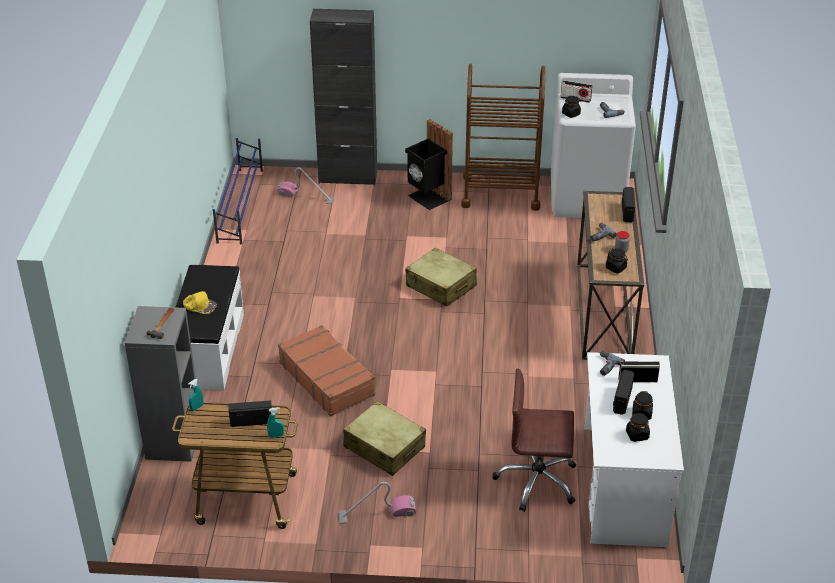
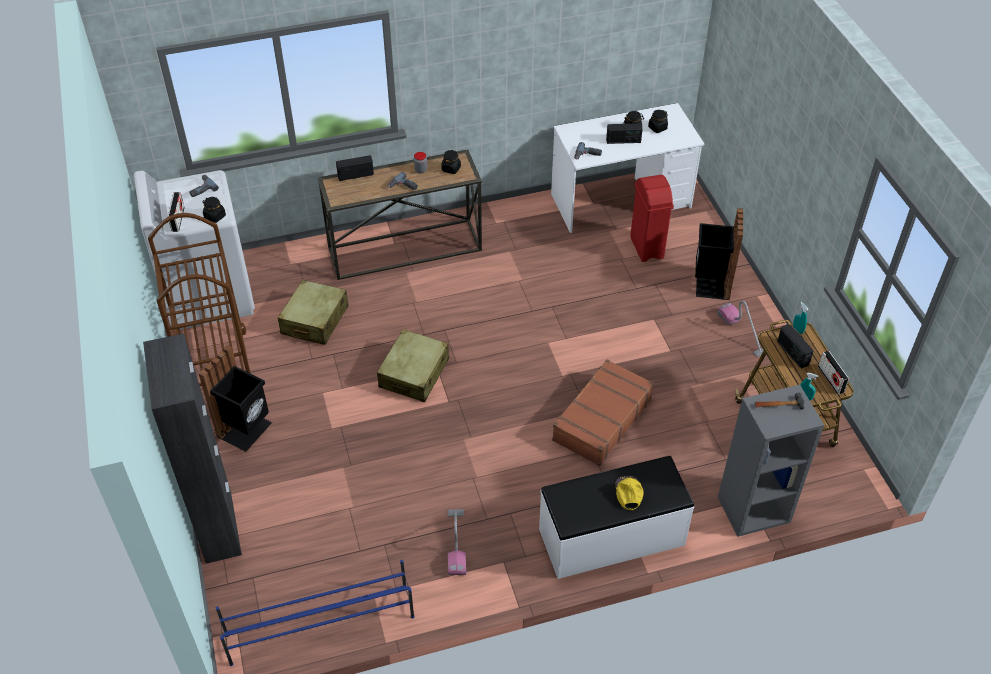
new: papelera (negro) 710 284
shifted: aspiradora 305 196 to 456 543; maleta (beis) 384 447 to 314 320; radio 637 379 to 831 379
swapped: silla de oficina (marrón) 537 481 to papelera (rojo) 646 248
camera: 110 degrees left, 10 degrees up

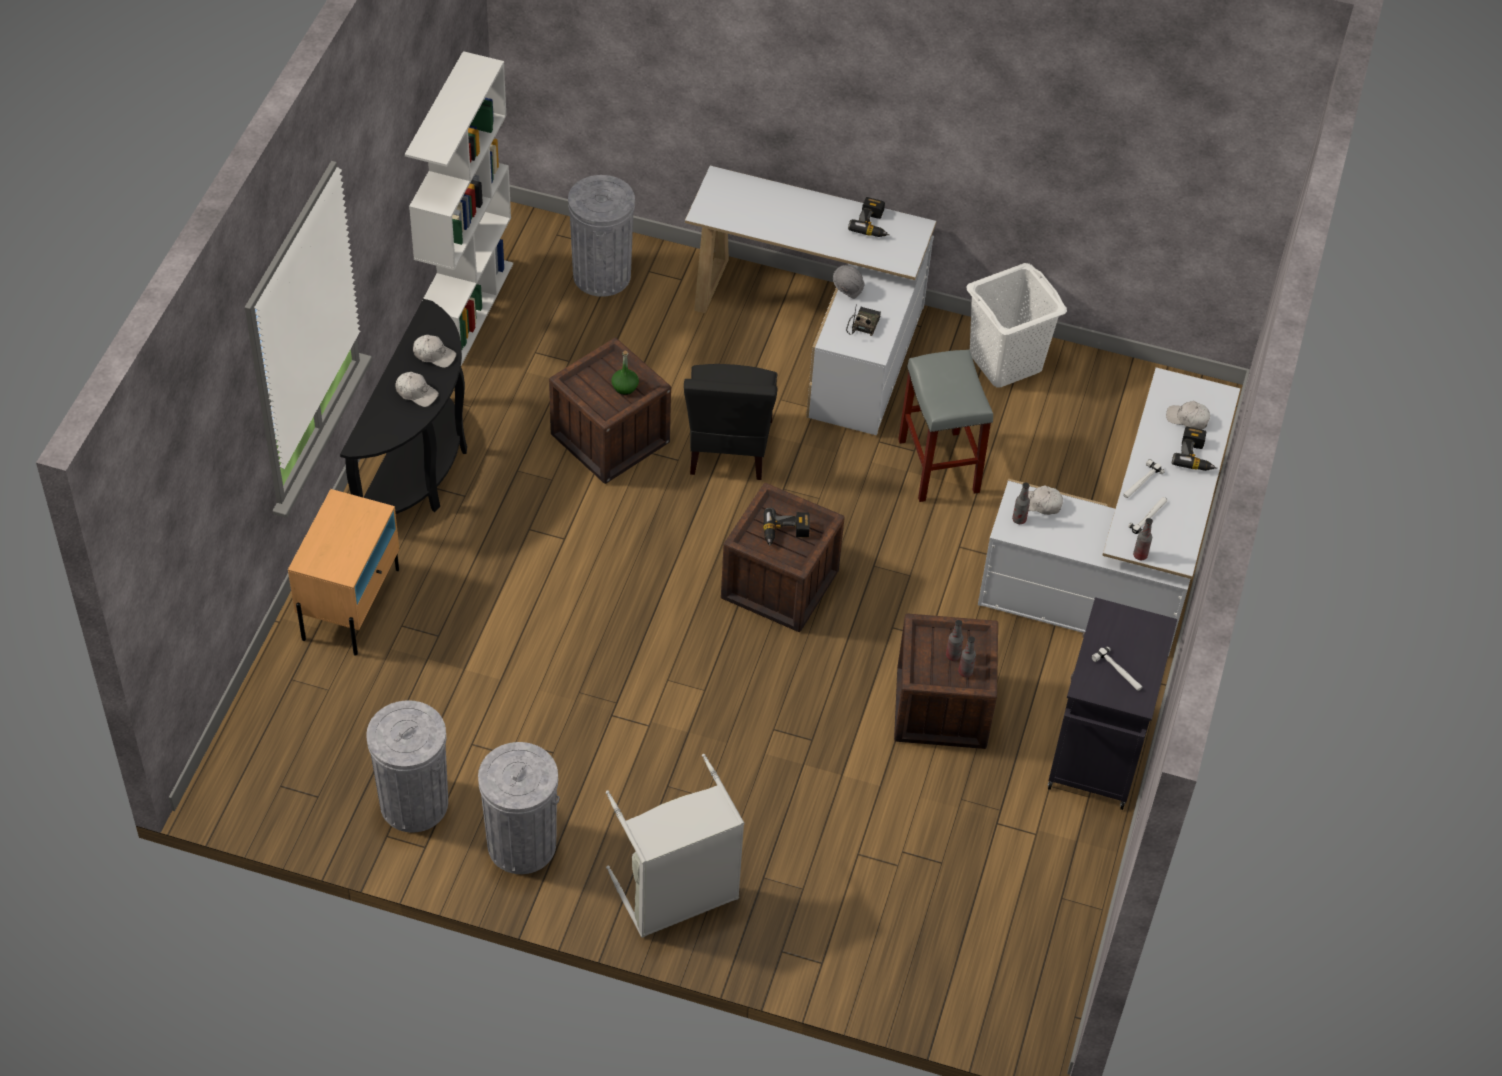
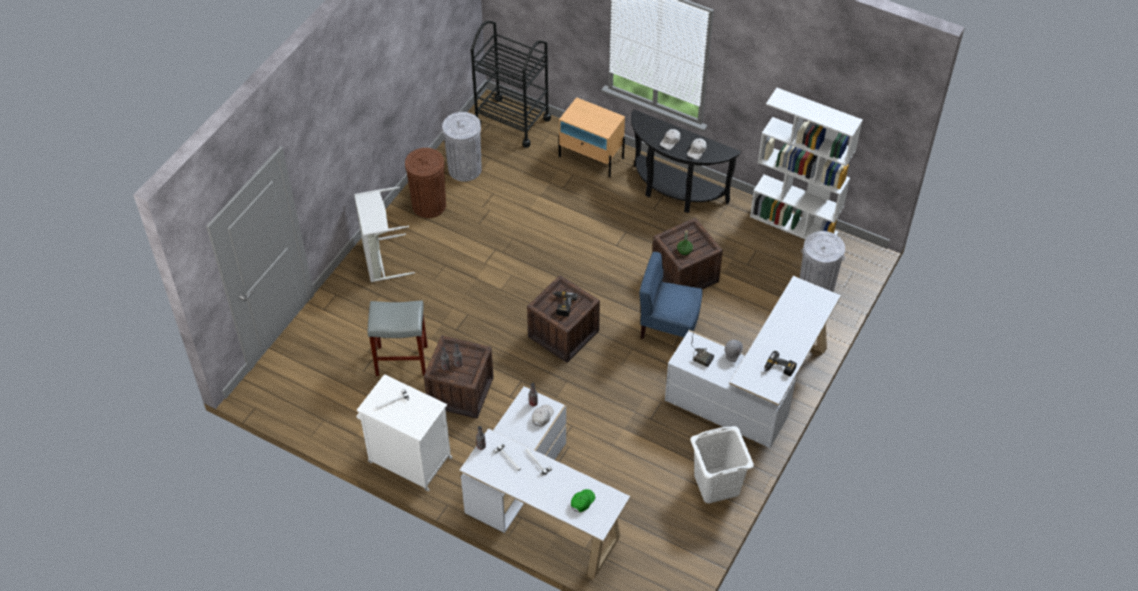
gone: taladro 1195 456
new: carrito (negro) 512 122
shifted: taburete (gris) 937 465 to 402 360
repainted: papelera (gris) 521 844 to papelera (marrón) 429 205; silla (negro) 728 447 to silla (azul) 668 328; armario (negro) 1097 754 to armario (blanco) 408 459; gorra (blanco) 1187 419 to gorra (verde) 582 502
camera: 105 degrees right, 0 degrees up

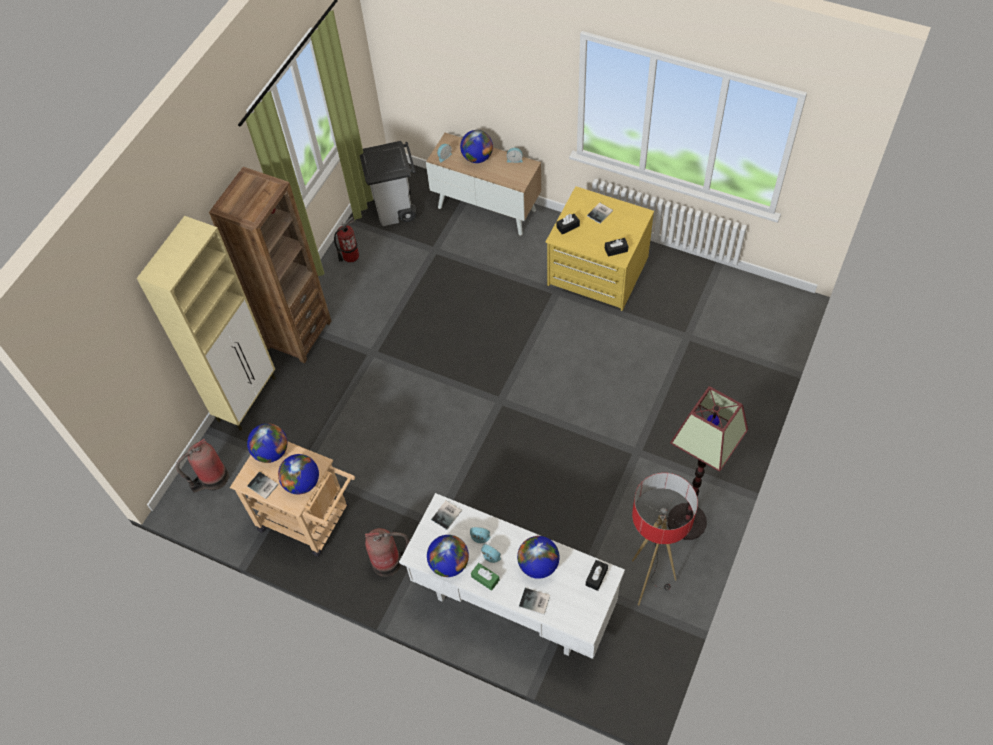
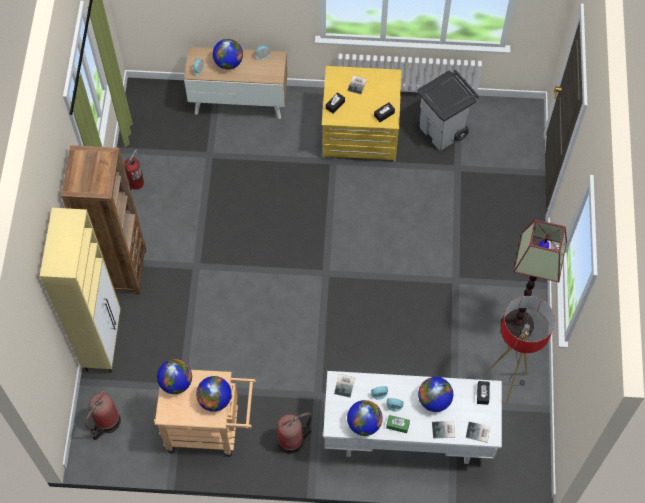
shifted: libro 263 486 to 478 433; papelera (gris) 396 209 to 443 131
camera: 25 degrees left, 5 degrees up

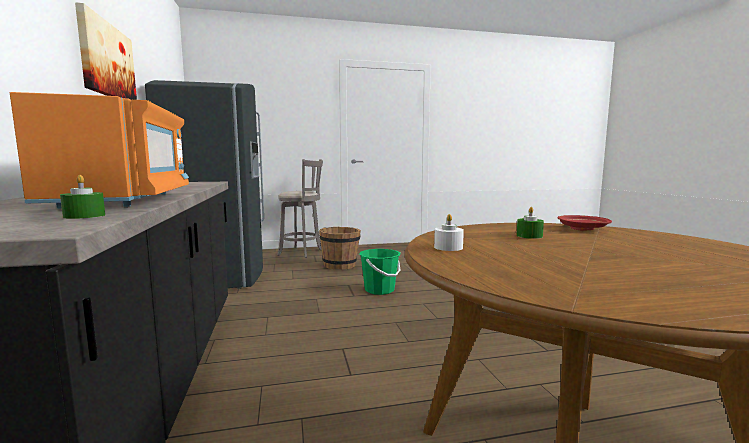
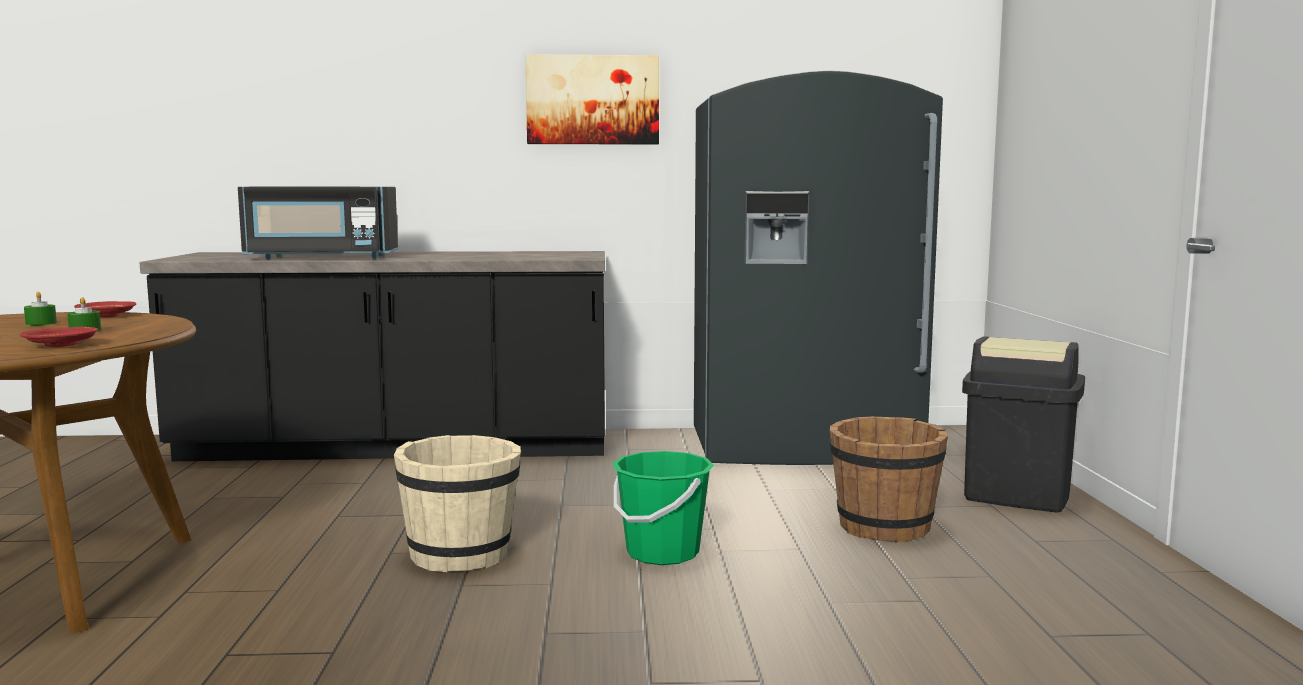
new: cubo (beis) 461 555
shifted: vela (verde) 84 216 to 41 323
swapped: taburete (gris) 302 252 to papelera (negro) 1017 495; vela (blanco) 448 247 to plato (rojo) 106 316
repainted: microondas (naranja) 126 200 to microondas (negro) 321 257
camera: 100 degrees right, 0 degrees up

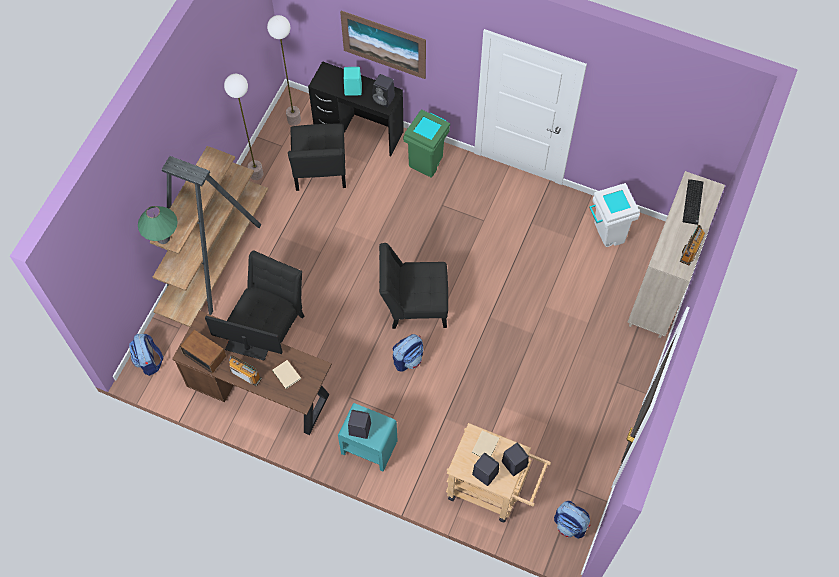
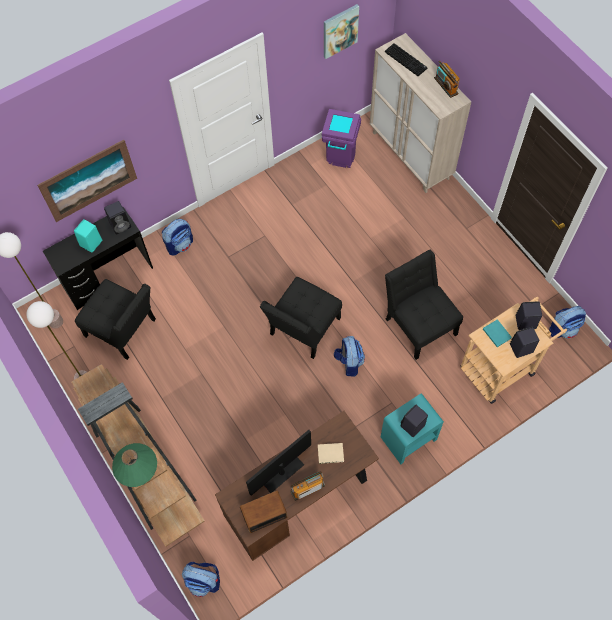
new: cuadro 340 31
shifted: silla (negro) 271 324 to 419 323
swapped: papelera (verde) 427 162 to mochila 180 244
repainted: libro (beis) 486 445 to libro (turquesa) 496 333; papelera (blanco) 605 235 to papelera (morado) 340 162
camera: 55 degrees left, 0 degrees up

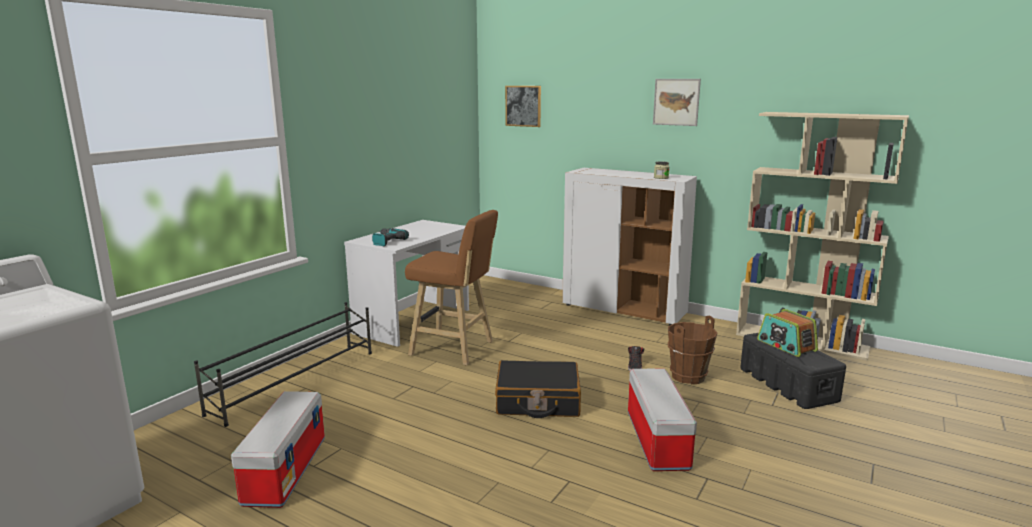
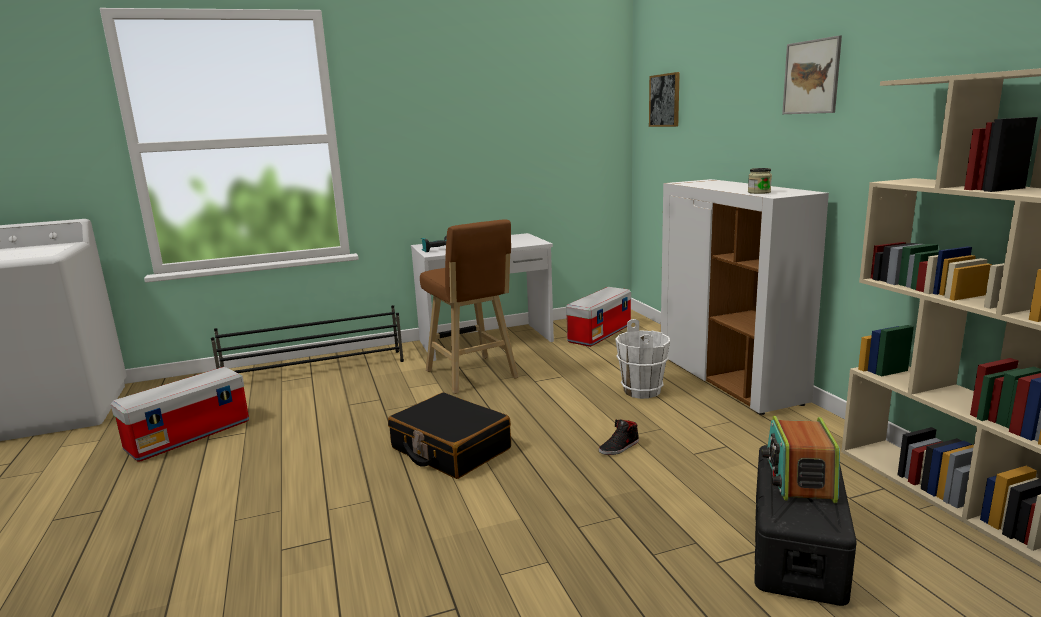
gone: cubo (marrón) 687 376
new: cubo (blanco) 642 391
shifted: caja de almacenaje 656 439 to 600 333
camera: 40 degrees right, 0 degrees up

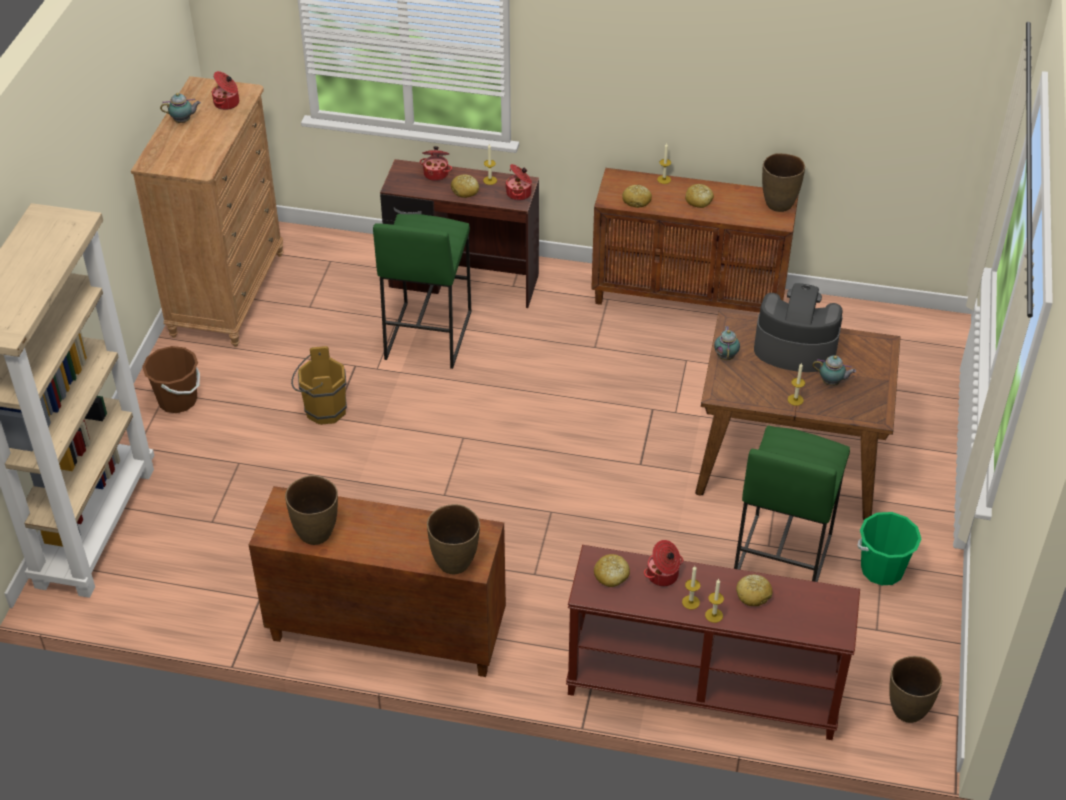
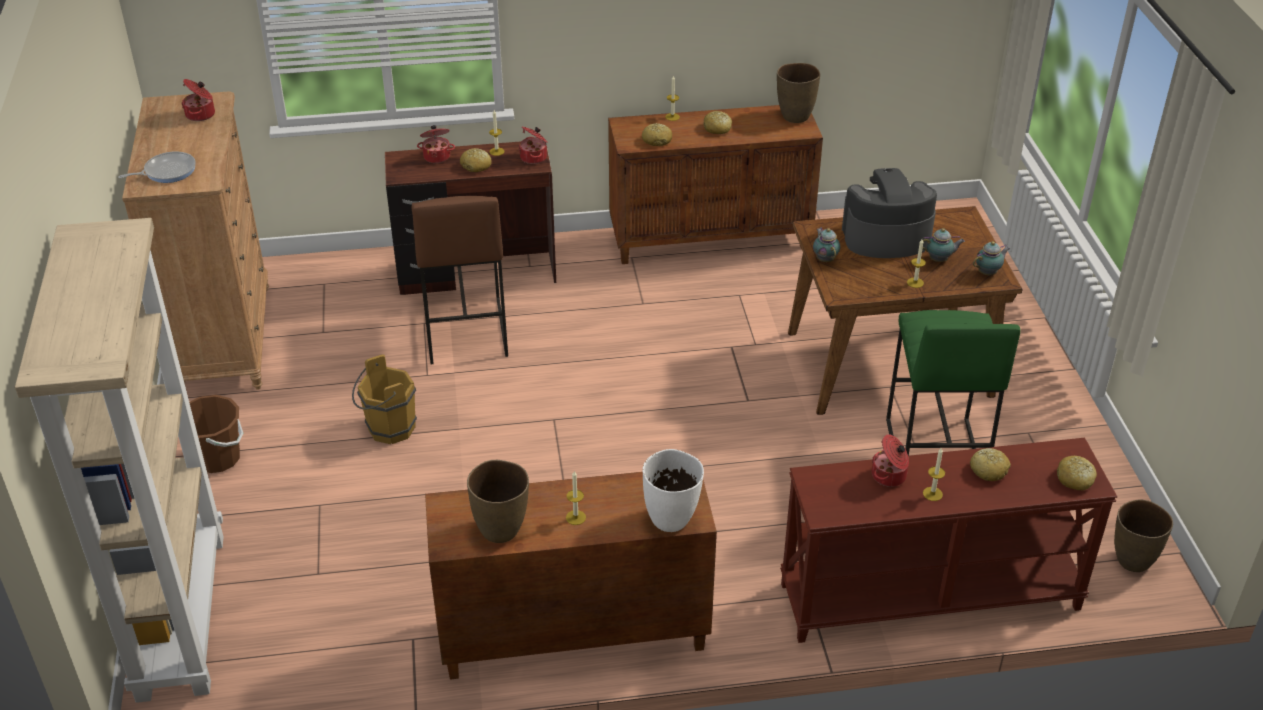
gone: cubo (verde) 882 569
new: sartén 167 171
shifted: tetera 183 121 to 988 273; pan 611 575 to 1074 479; vela 714 615 to 575 517
repainted: taburete (verde) 427 334 to taburete (marrón) 464 330; florero (marrón) 455 563 to florero (blanco) 671 519
camera: 20 degrees left, 5 degrees down

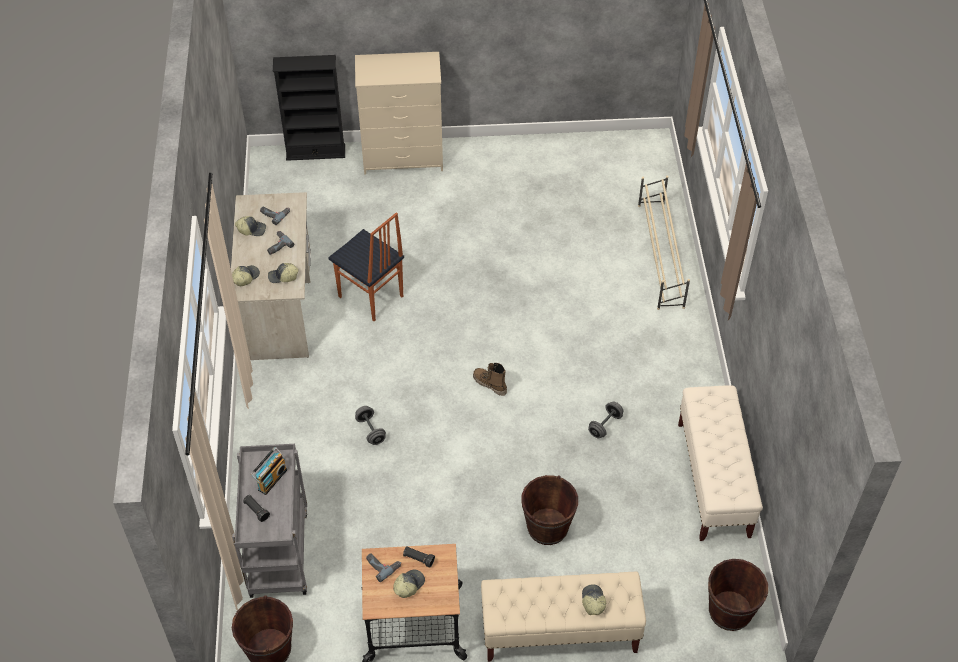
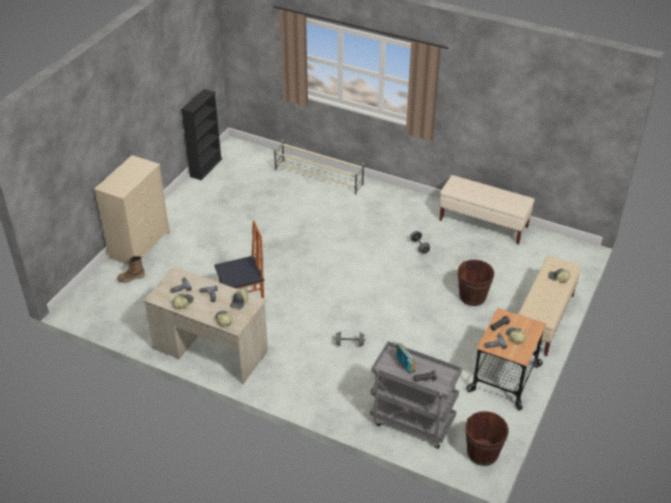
gone: cubo (marrón) 730 611
shifted: estantería (negro) 315 152 to 206 167; bota 489 384 to 131 278
camera: 60 degrees left, 10 degrees down

